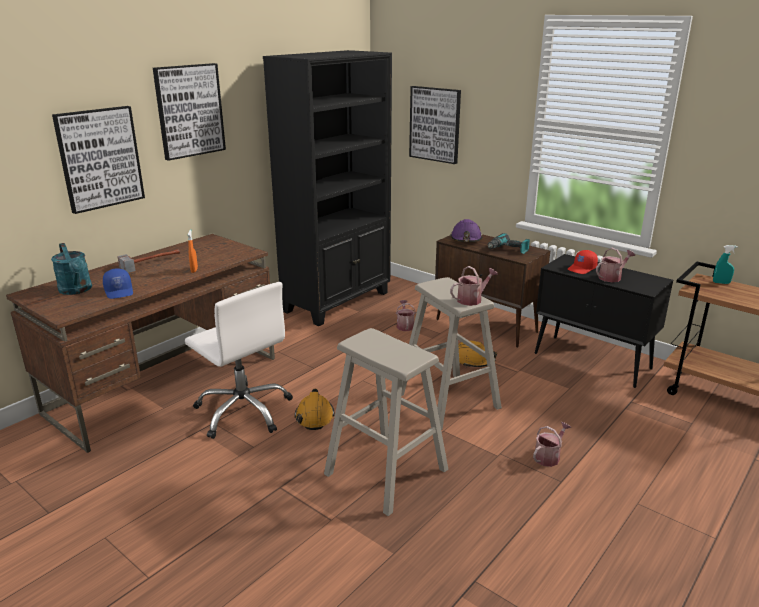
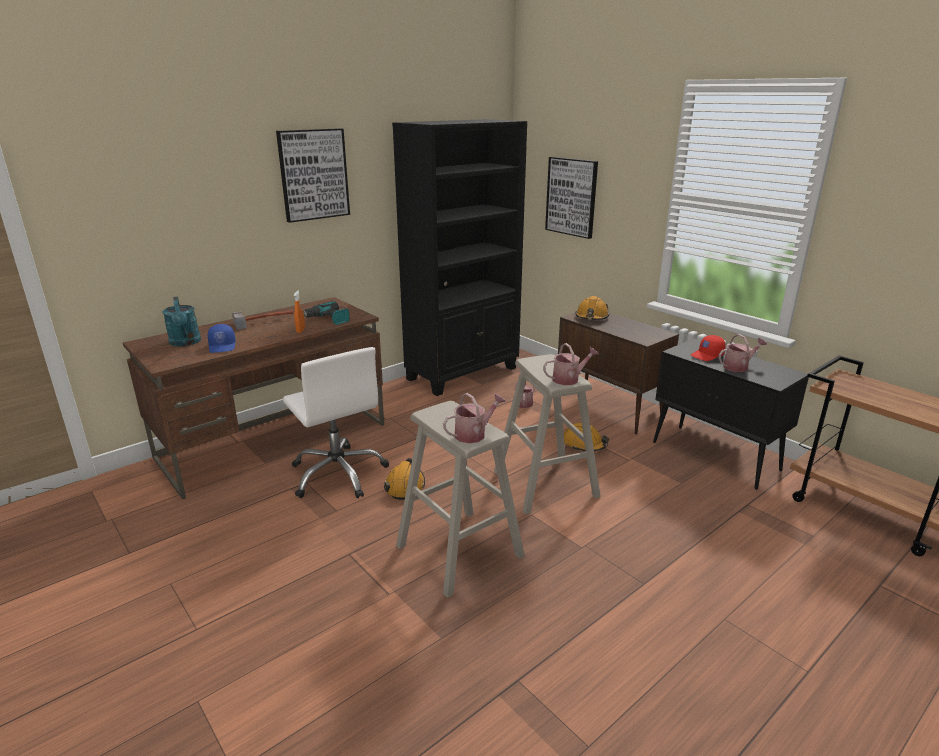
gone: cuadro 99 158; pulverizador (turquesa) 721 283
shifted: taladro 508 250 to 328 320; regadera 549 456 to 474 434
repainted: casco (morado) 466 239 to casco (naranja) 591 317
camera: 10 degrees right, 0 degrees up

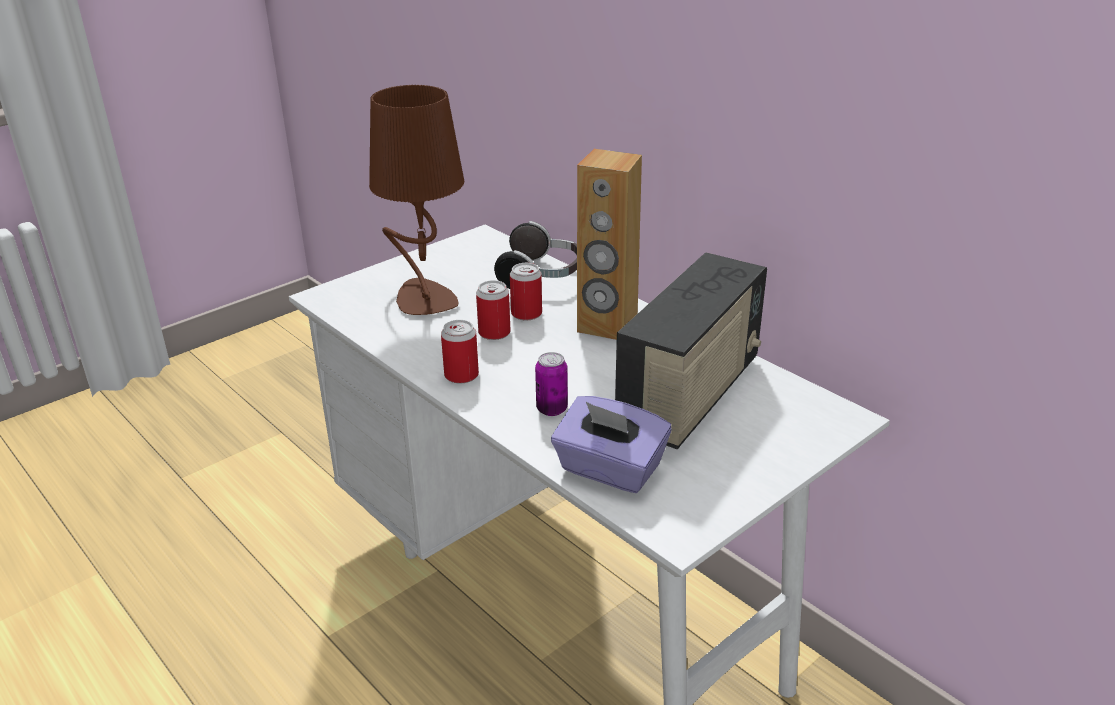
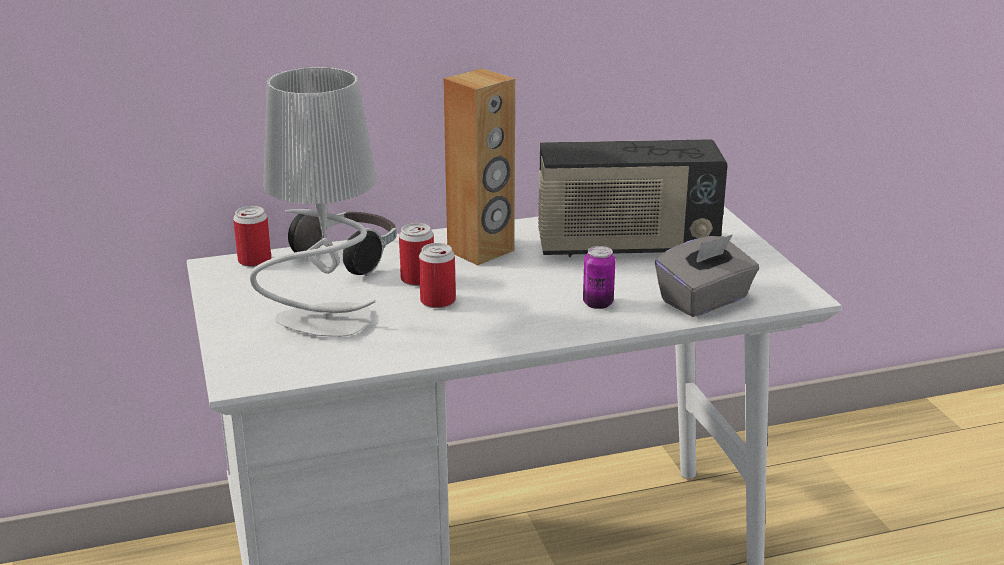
shifted: lata 461 375 to 254 261
repainted: lámpara de mesa (marrón) 423 299 to lámpara de mesa (gris) 324 323; caja de pañuelos (morado) 609 470 to caja de pañuelos (gris) 705 300
rotated: radio 691 396 = 626 247 120 degrees clockwise
camera: 65 degrees left, 5 degrees down

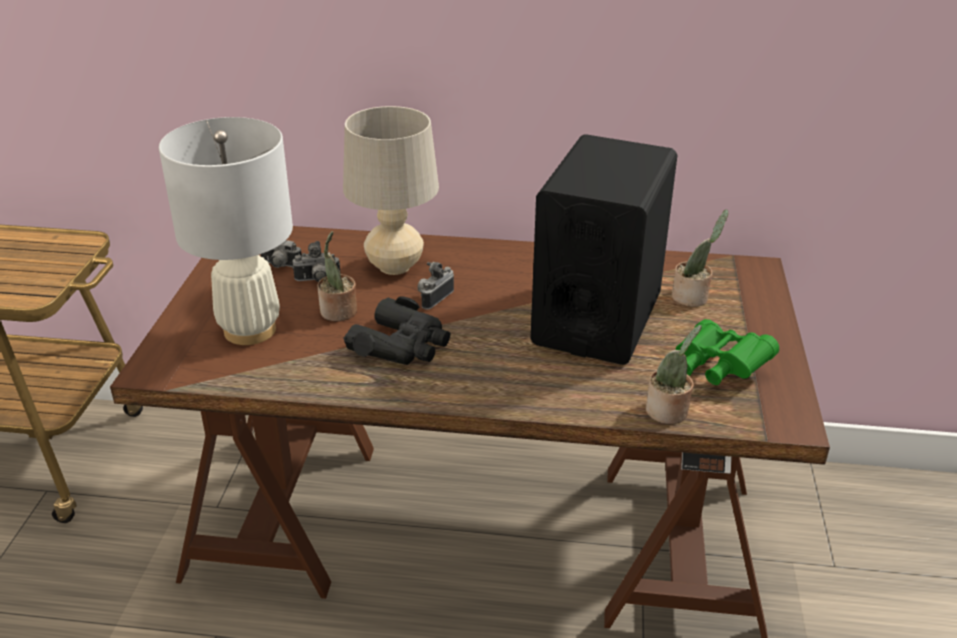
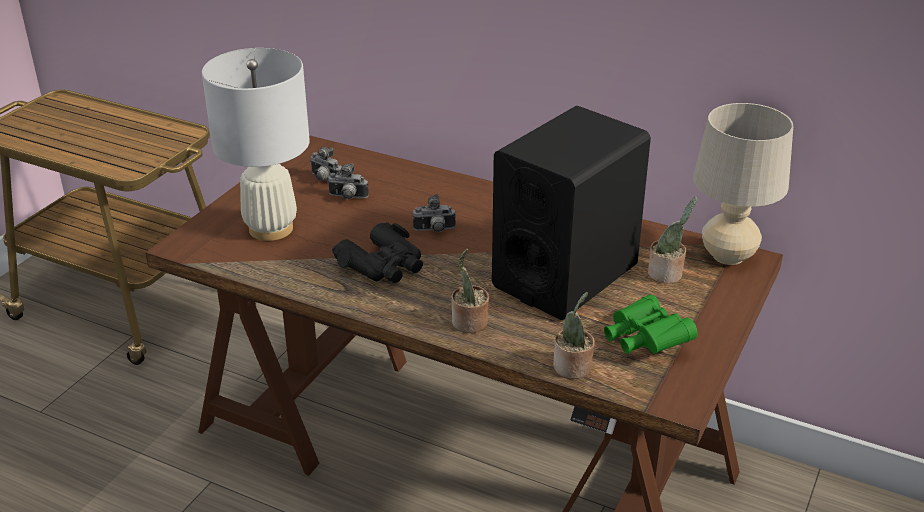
shifted: planta en maceta 338 313 to 469 324; lámpara de mesa (beis) 395 266 to 728 256
rotated: cámara 433 298 = 434 230 150 degrees counterclockwise
camera: 20 degrees right, 0 degrees up

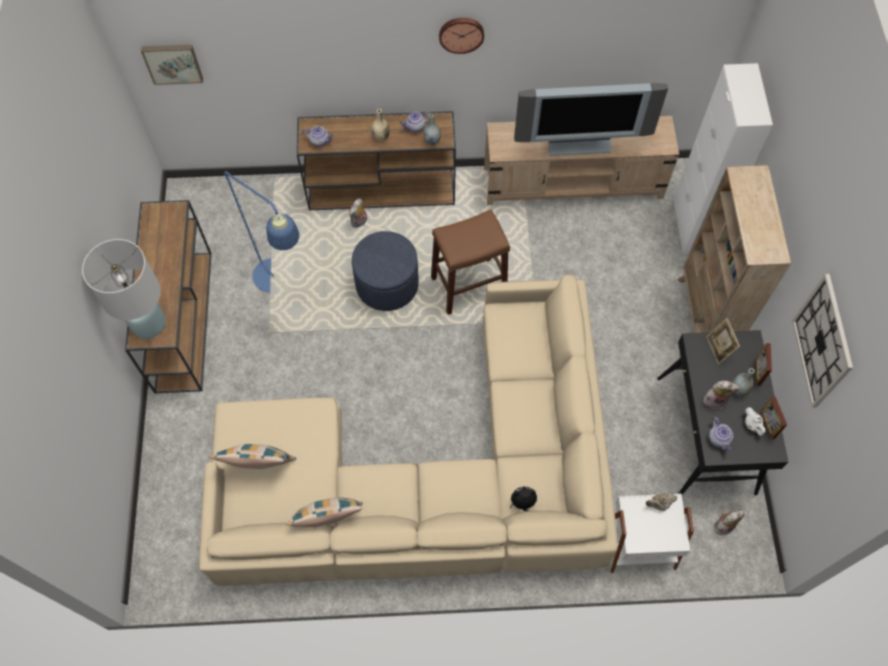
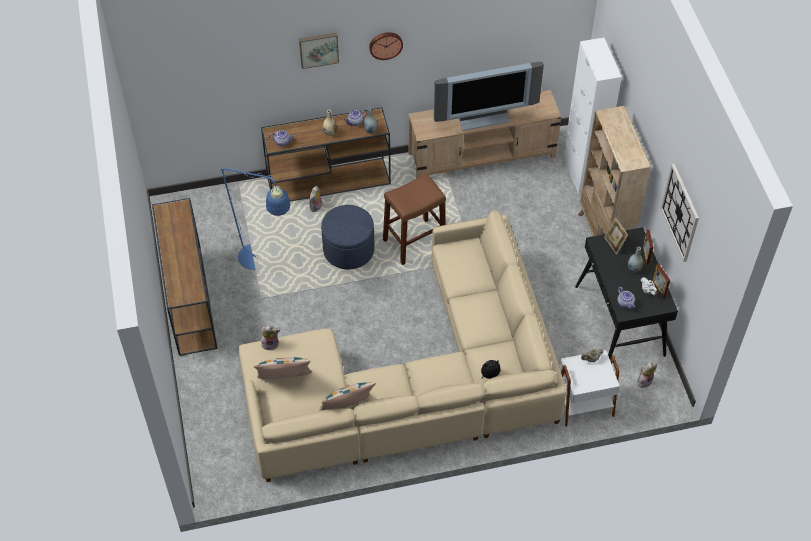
gone: lámpara de mesa (blanco) 148 323
shifted: cuadro 173 62 to 318 49; peluche 715 399 to 271 344
camera: 10 degrees left, 10 degrees down

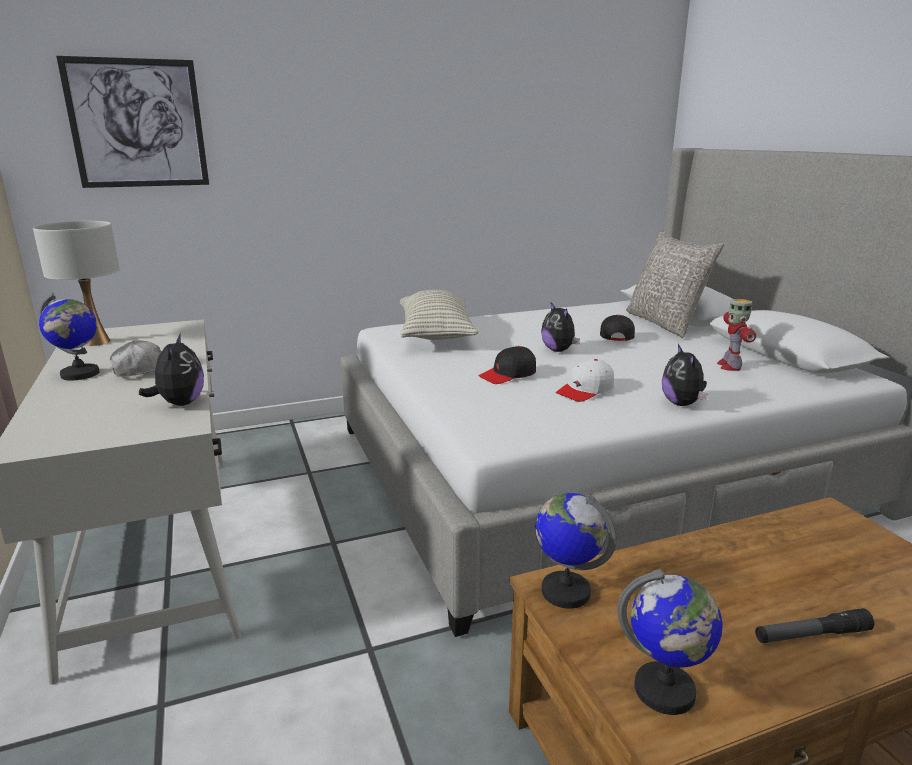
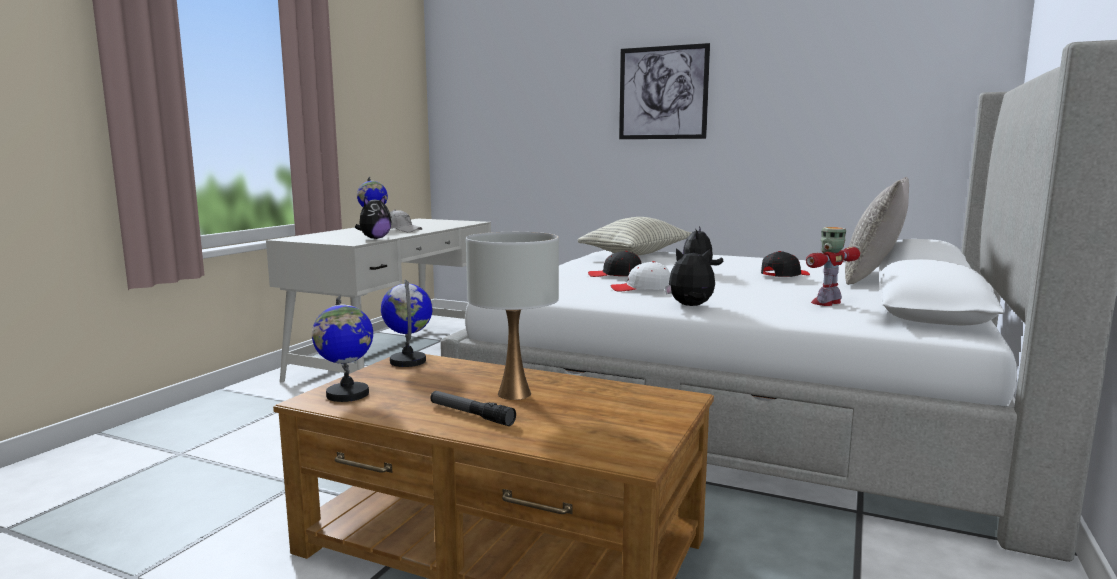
shifted: lámpara de mesa (blanco) 97 342 to 515 394; cuadro 137 124 to 663 93
rotated: peluche 682 404 = 691 306 60 degrees clockwise
camera: 45 degrees right, 10 degrees down

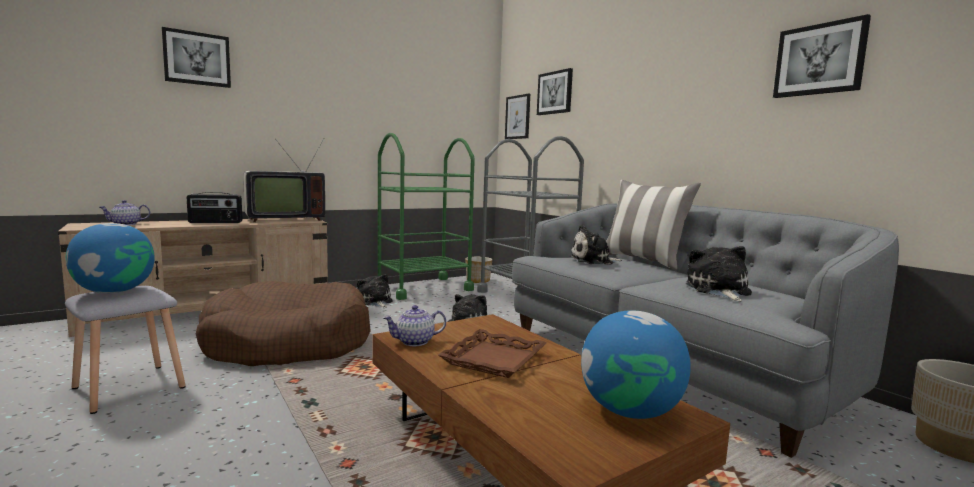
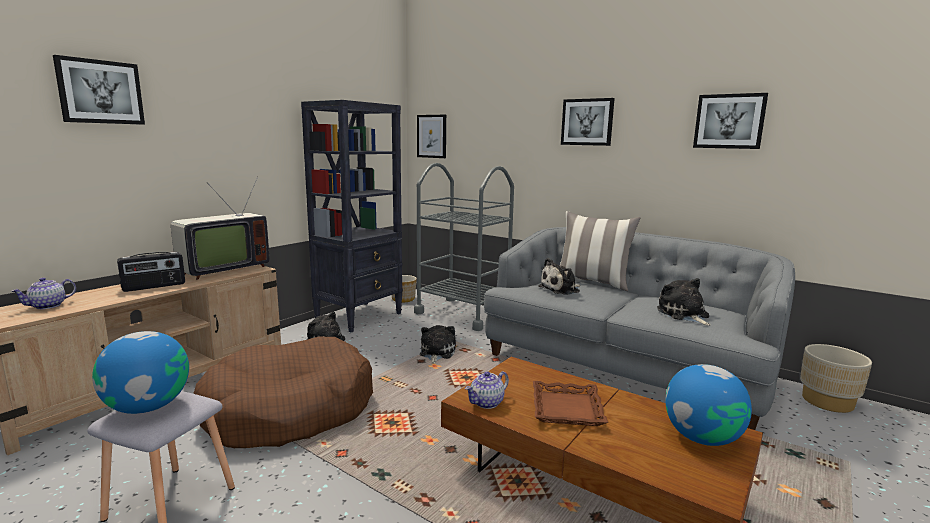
shifted: cuadro 555 93 to 587 122
swapped: carrito (verde) 423 288 to estantería (negro) 359 316
camera: 20 degrees left, 5 degrees up

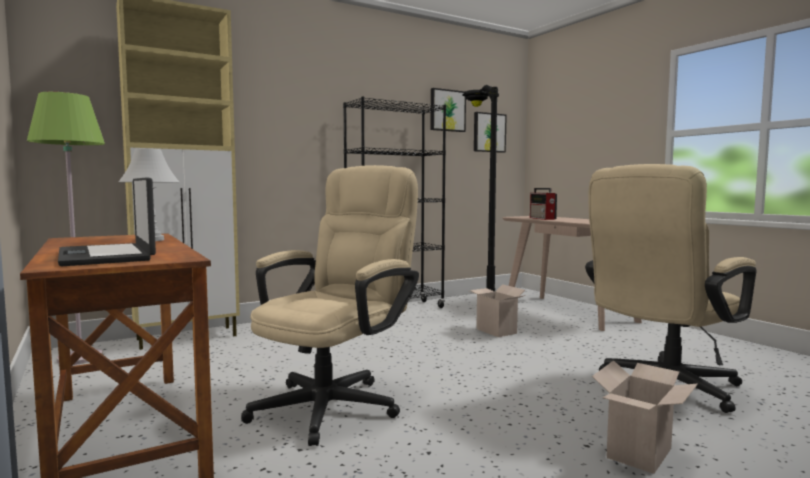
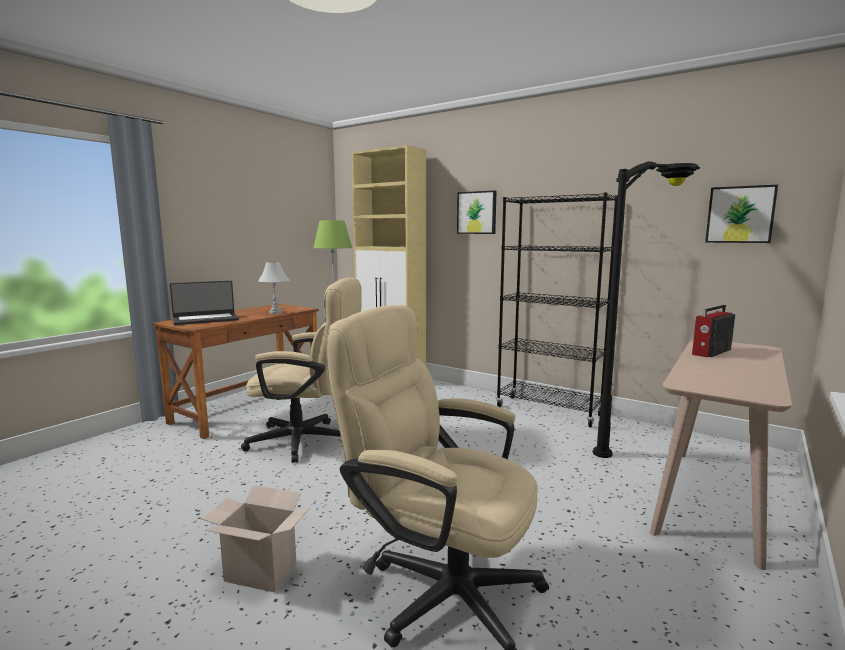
gone: caja de cartón 494 331
shifted: cuadro 447 110 to 477 212
rotated: portátil 107 255 = 205 319 150 degrees counterclockwise
camera: 65 degrees right, 5 degrees up

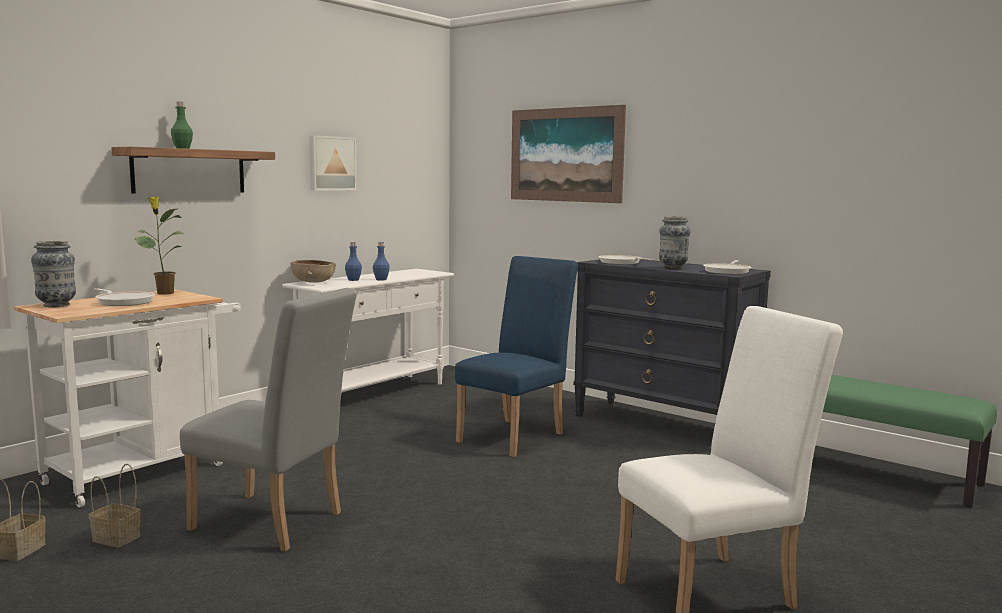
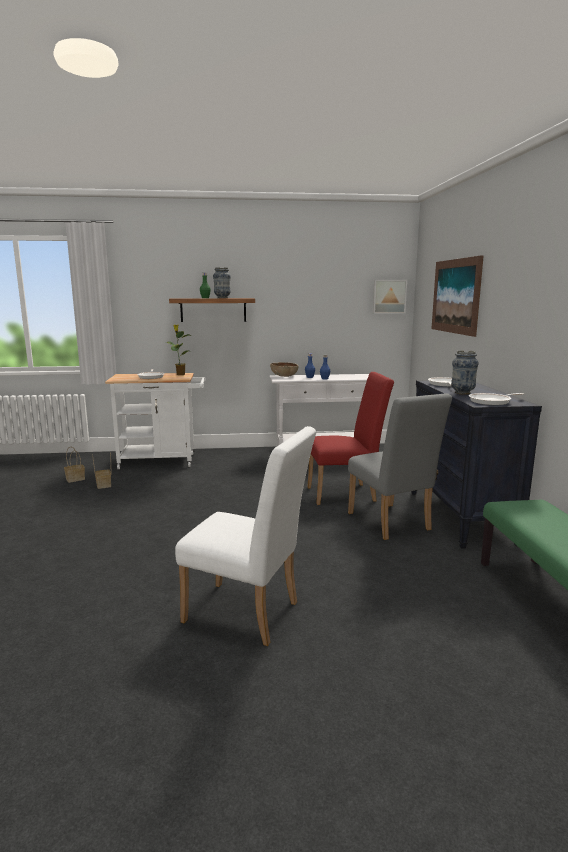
shifted: florero 56 305 to 222 298; silla (gris) 275 523 to 391 524; cuadro 331 163 to 389 296
repainted: silla (azul) 516 435 to silla (rojo) 346 494
camera: 45 degrees right, 5 degrees up

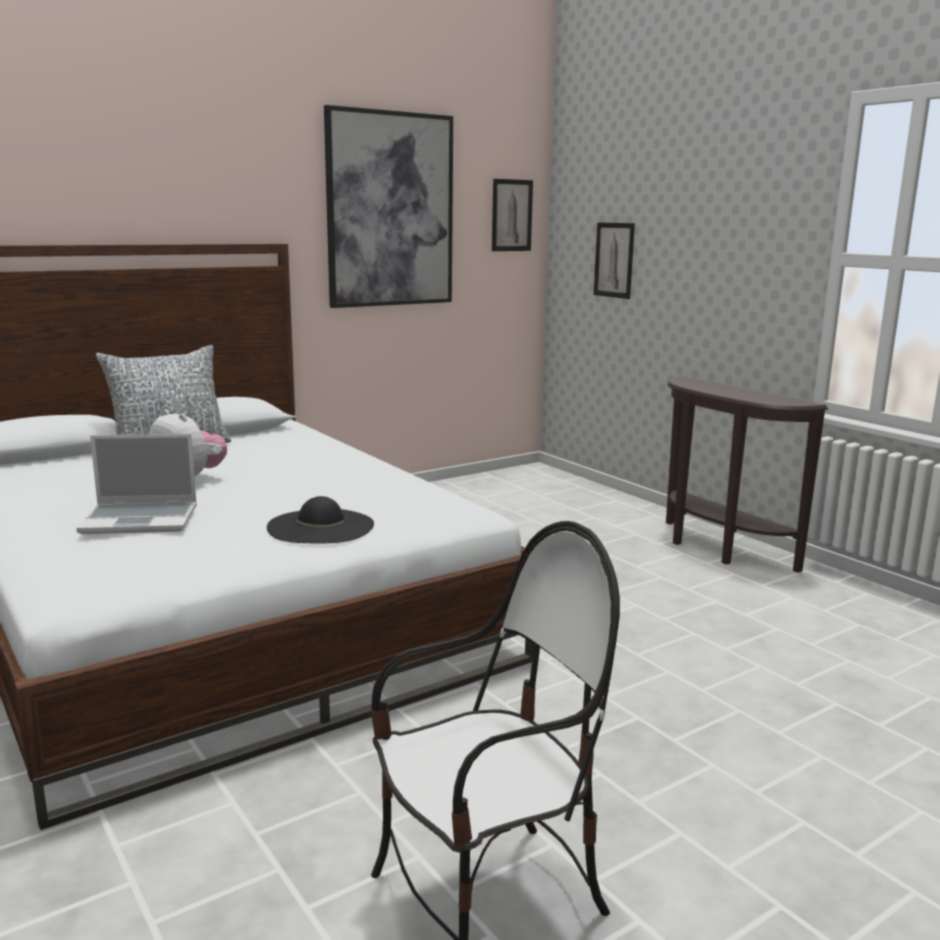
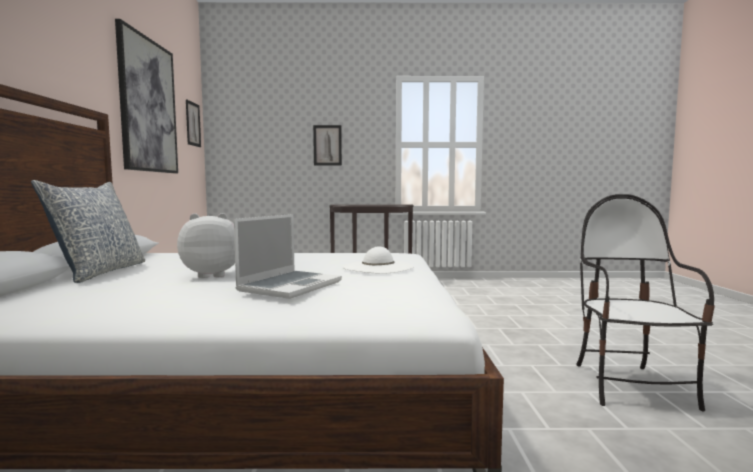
shifted: cuadro 614 260 to 327 145
repainted: sombrero (negro) 320 526 to sombrero (blanco) 378 267
camera: 55 degrees left, 10 degrees down

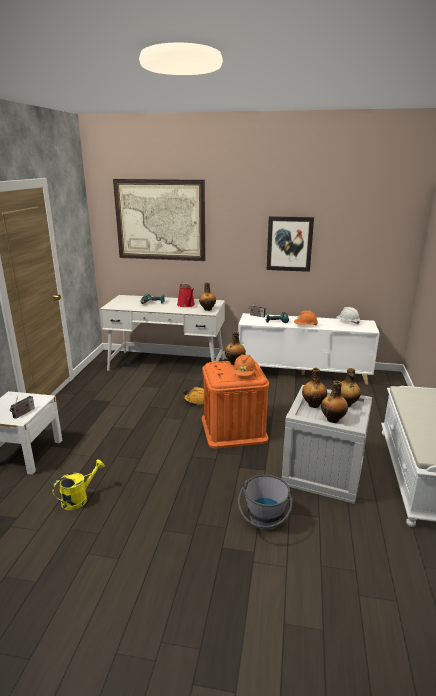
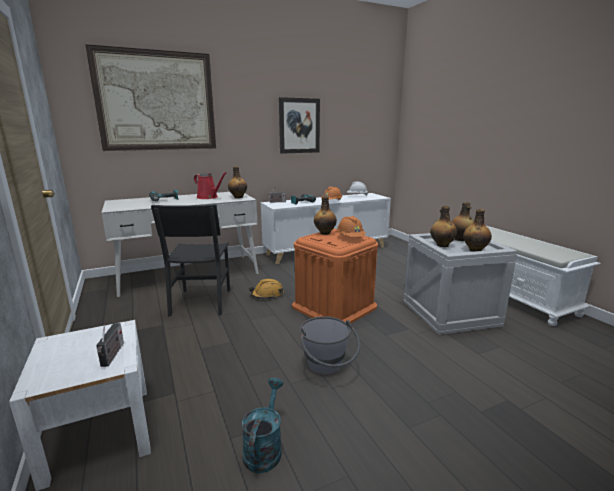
new: silla (negro) 201 302
shifted: cubo (gris) 264 524 to 327 369
repainted: regadera (amarillo) 79 498 to regadera (turquesa) 264 448
camera: 35 degrees left, 5 degrees down

